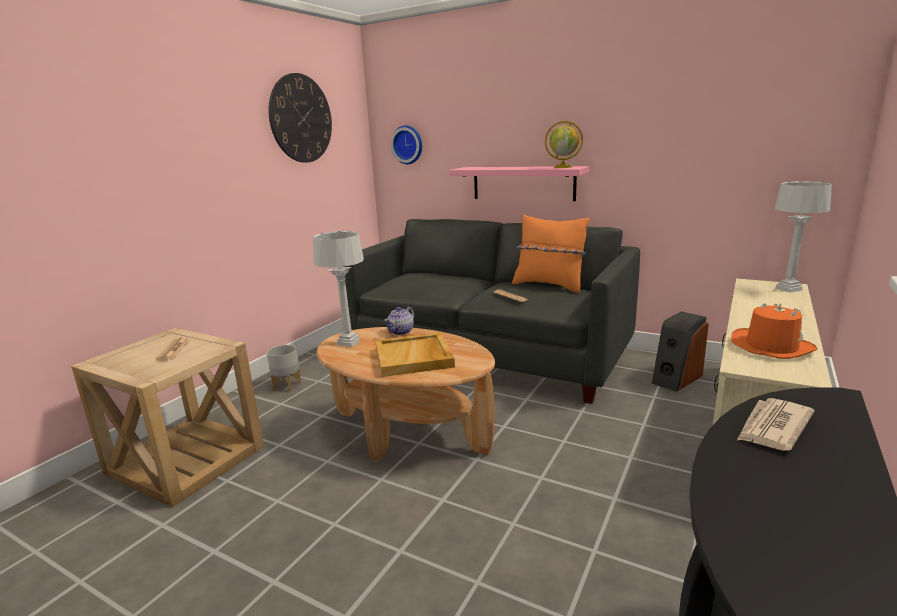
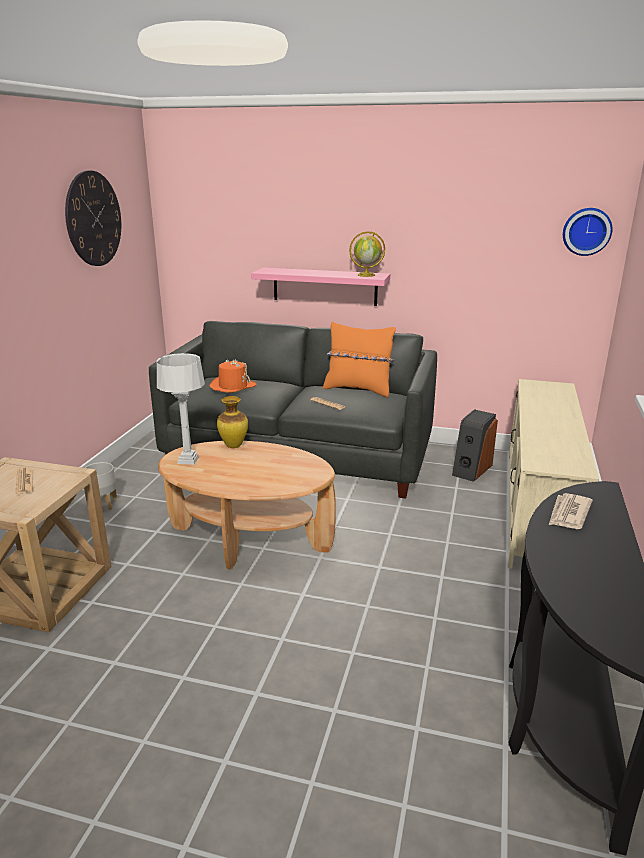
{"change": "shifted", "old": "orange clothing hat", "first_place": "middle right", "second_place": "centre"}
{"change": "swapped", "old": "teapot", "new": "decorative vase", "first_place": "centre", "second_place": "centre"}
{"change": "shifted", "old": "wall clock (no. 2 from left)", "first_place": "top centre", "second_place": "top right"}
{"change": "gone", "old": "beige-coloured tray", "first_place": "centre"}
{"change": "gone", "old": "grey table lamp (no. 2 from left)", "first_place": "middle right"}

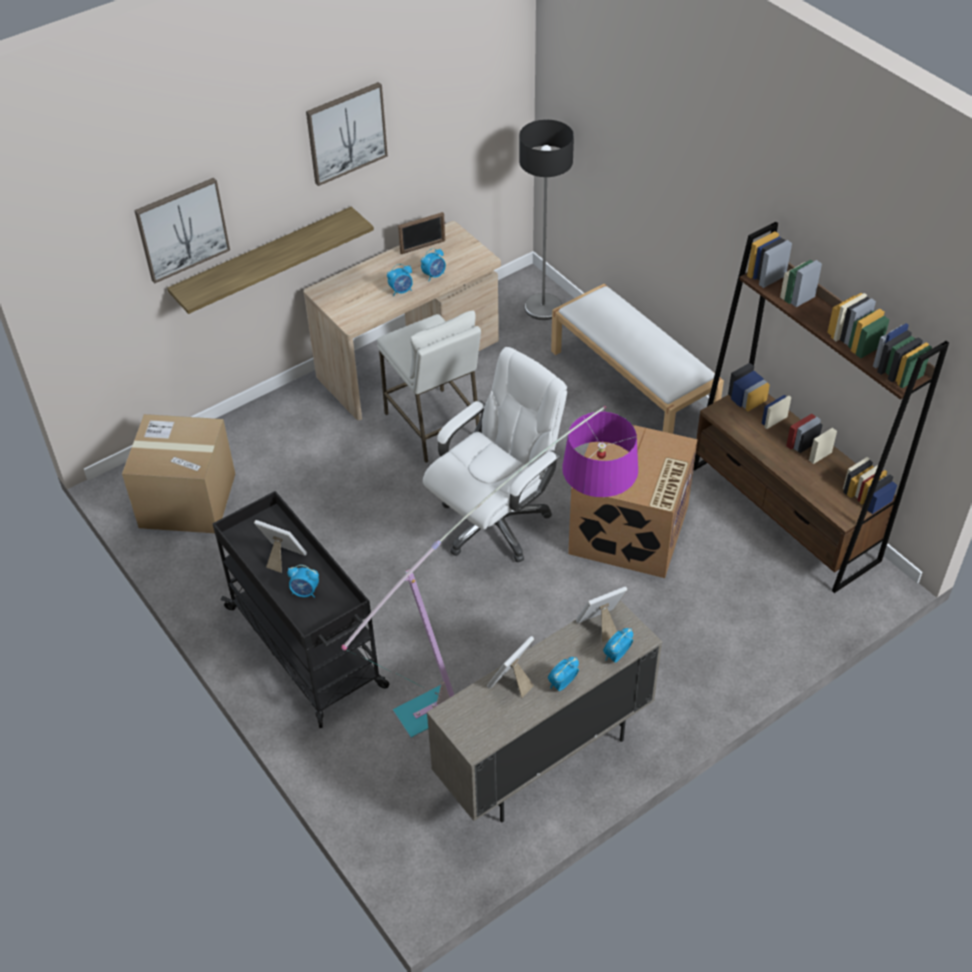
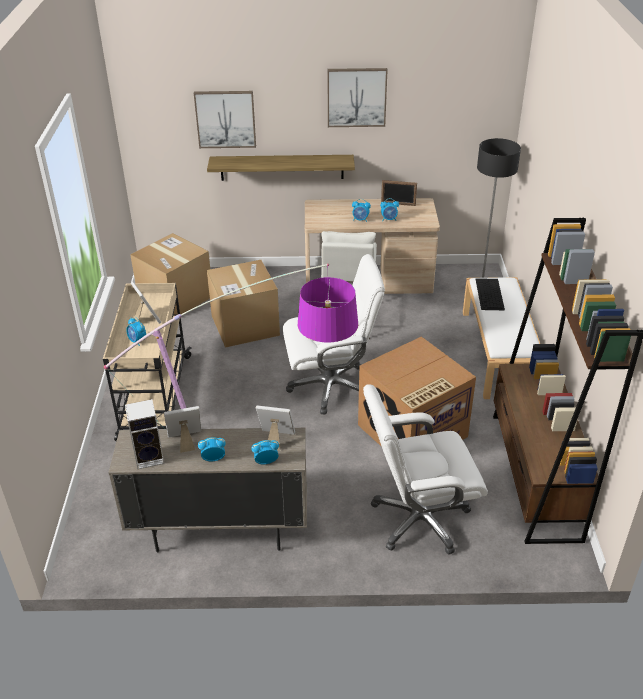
{"change": "repainted", "old": "black wheeled cart", "new": "beige-coloured wheeled cart", "first_place": "middle left", "second_place": "middle left"}
{"change": "new", "new": "speaker", "second_place": "middle left"}
{"change": "new", "new": "packing box (no. 2 from left)", "second_place": "centre"}
{"change": "new", "new": "white desk chair (no. 2 from left)", "second_place": "bottom centre"}
{"change": "new", "new": "keyboard", "second_place": "middle right"}

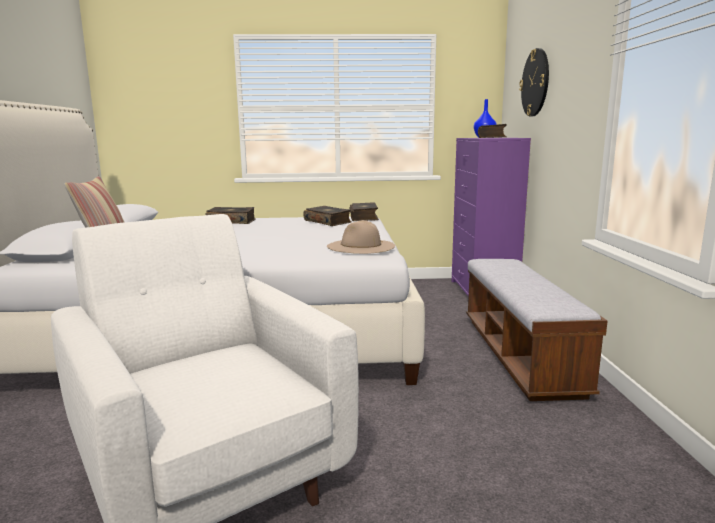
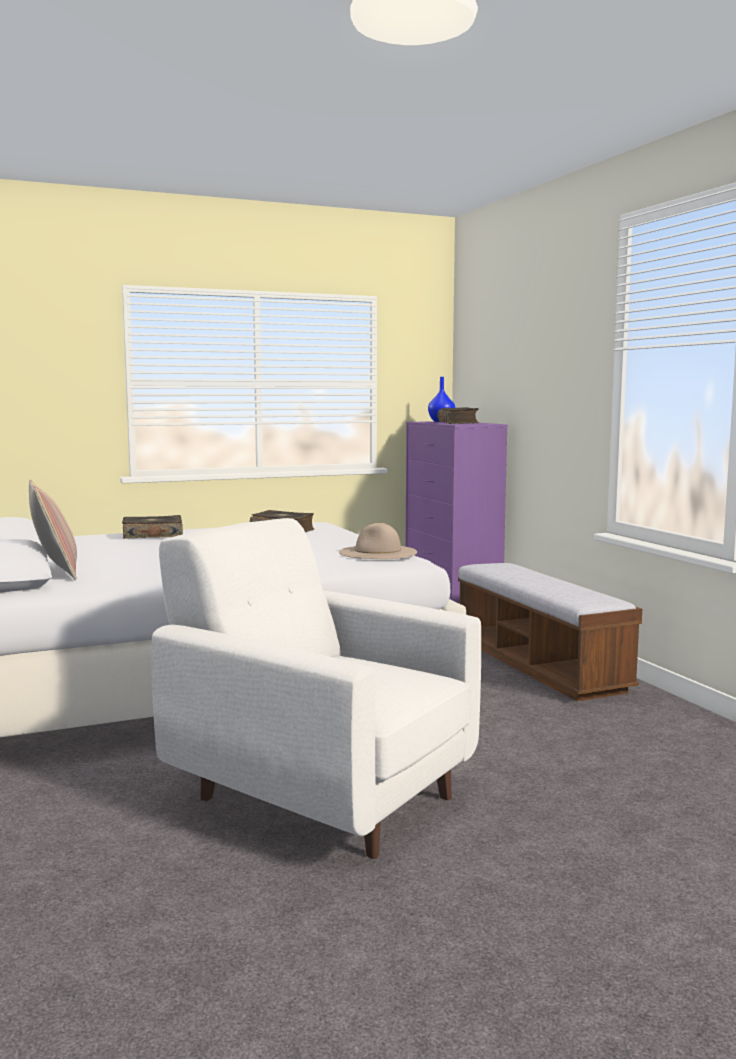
{"change": "gone", "old": "book (no. 3 from left)", "first_place": "centre"}
{"change": "gone", "old": "wall clock", "first_place": "top right"}

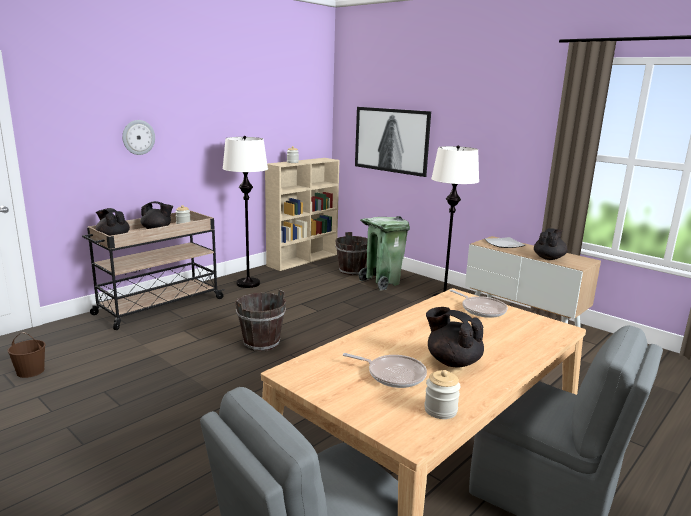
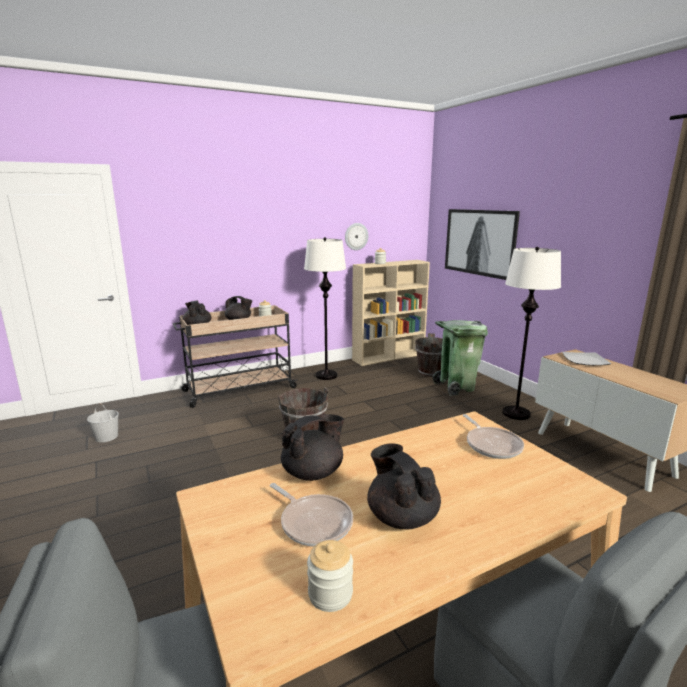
{"change": "repainted", "old": "brown pail (no. 1 from left)", "new": "white pail", "first_place": "bottom left", "second_place": "middle left"}
{"change": "shifted", "old": "black teapot (no. 4 from left in the first image)", "new": "black teapot (no. 3 from left)", "first_place": "middle right", "second_place": "centre"}
{"change": "shifted", "old": "wall clock", "first_place": "top left", "second_place": "centre"}

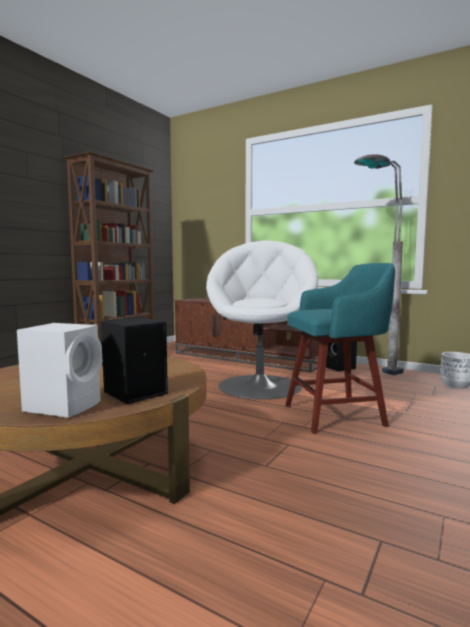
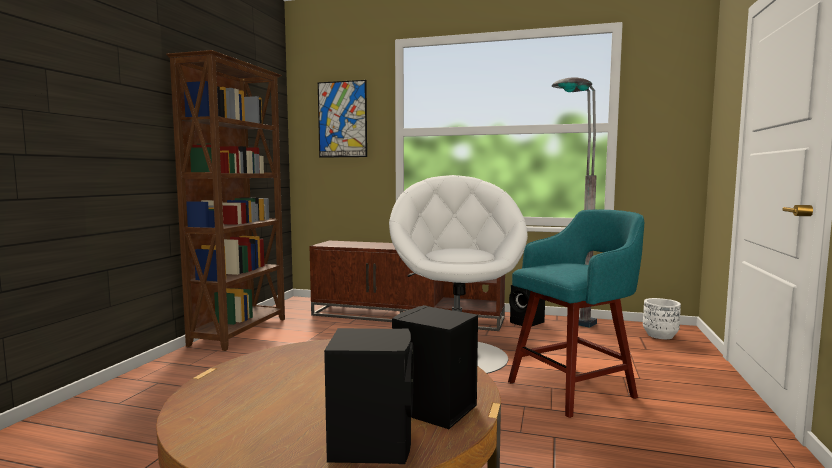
{"change": "new", "new": "wall picture", "second_place": "top centre"}
{"change": "repainted", "old": "white speaker", "new": "black speaker (no. 1 from left)", "first_place": "middle left", "second_place": "bottom centre"}

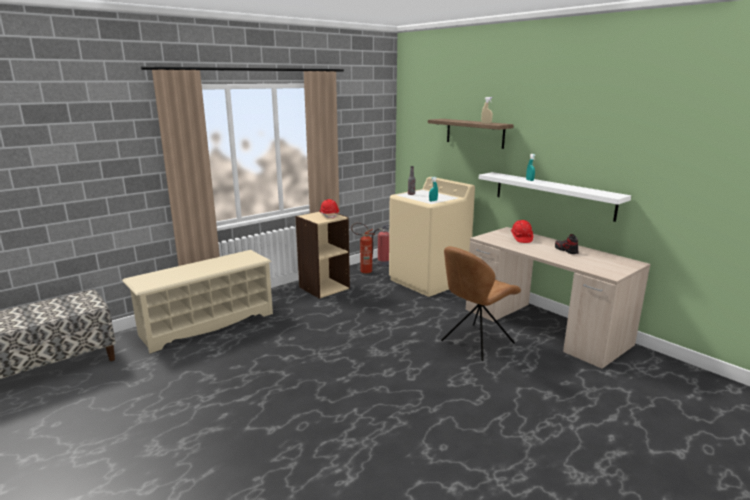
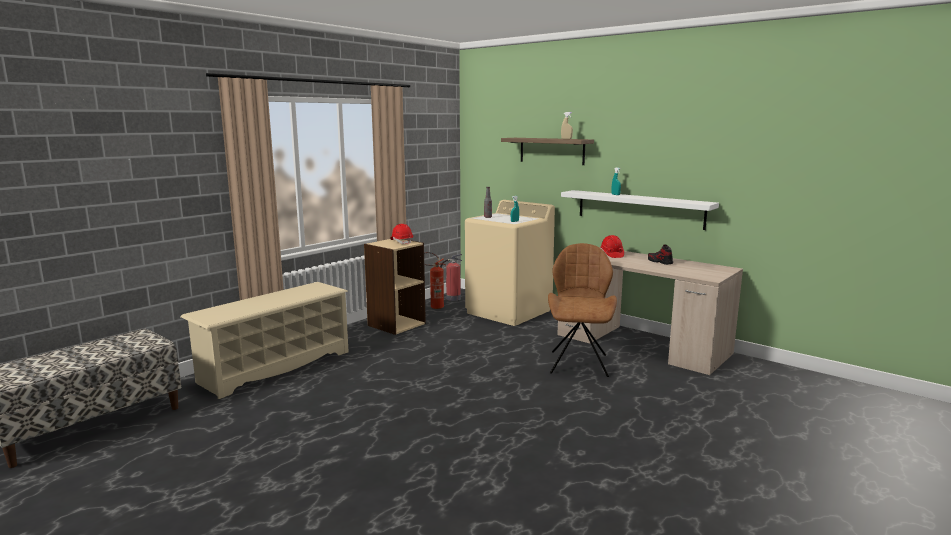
{"change": "rotated", "old": "brown chair", "first_place": "centre", "second_place": "centre", "degrees": 150}

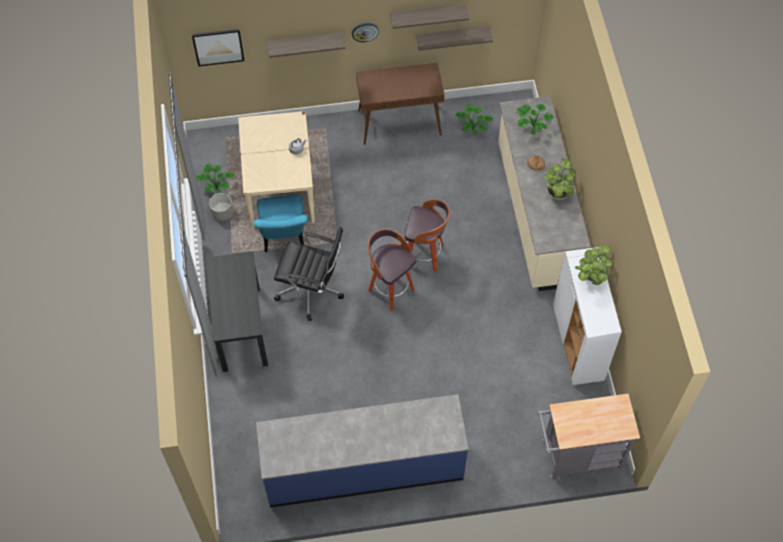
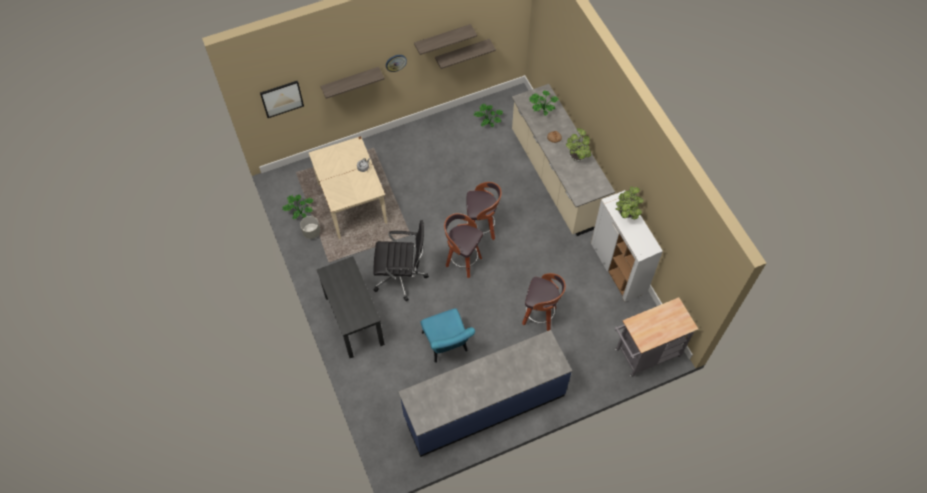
{"change": "shifted", "old": "turquoise-coloured chair", "first_place": "centre", "second_place": "bottom centre"}
{"change": "new", "new": "stool (no. 3 from left)", "second_place": "centre"}
{"change": "gone", "old": "brown narrow table", "first_place": "top centre"}

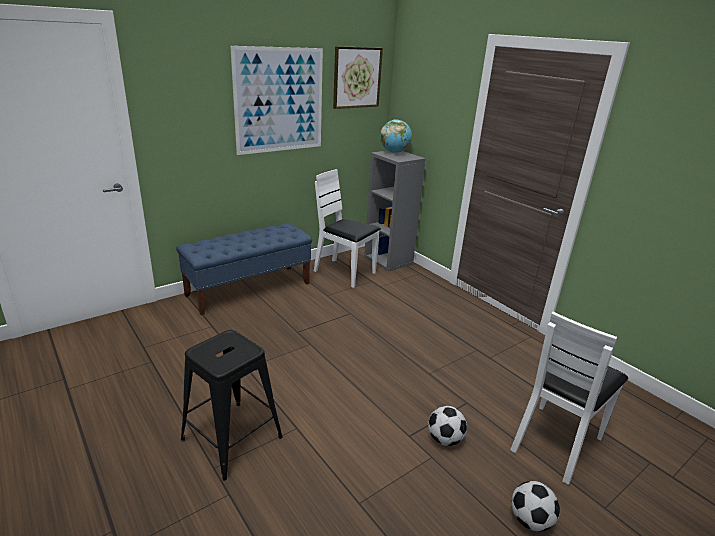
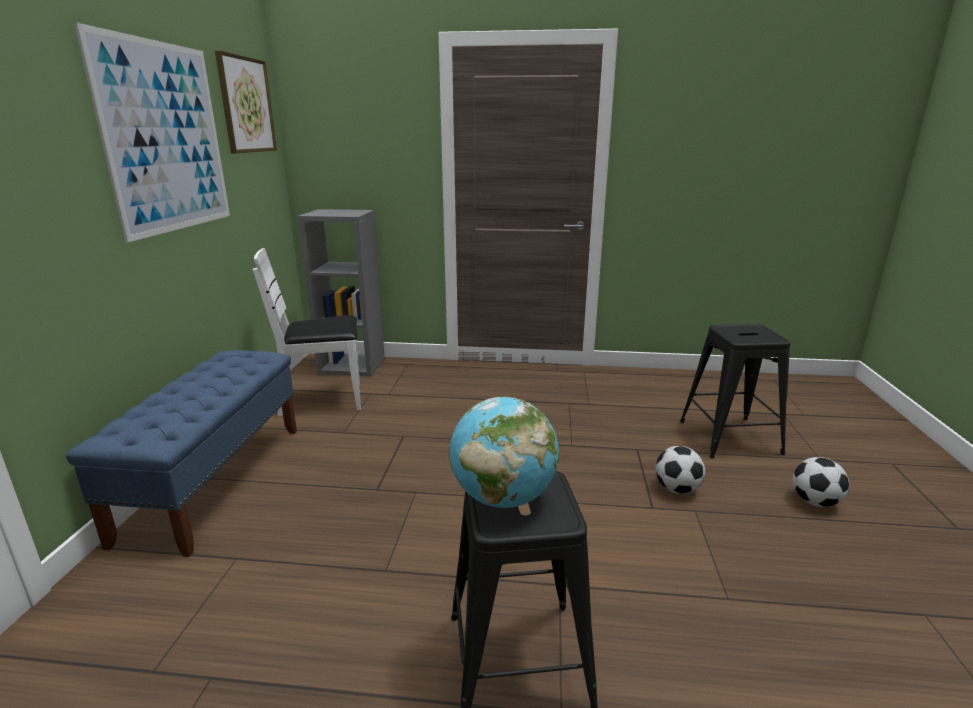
{"change": "shifted", "old": "globe", "first_place": "top centre", "second_place": "centre"}
{"change": "swapped", "old": "white chair (no. 2 from left)", "new": "black stool (no. 2 from left)", "first_place": "bottom right", "second_place": "middle right"}

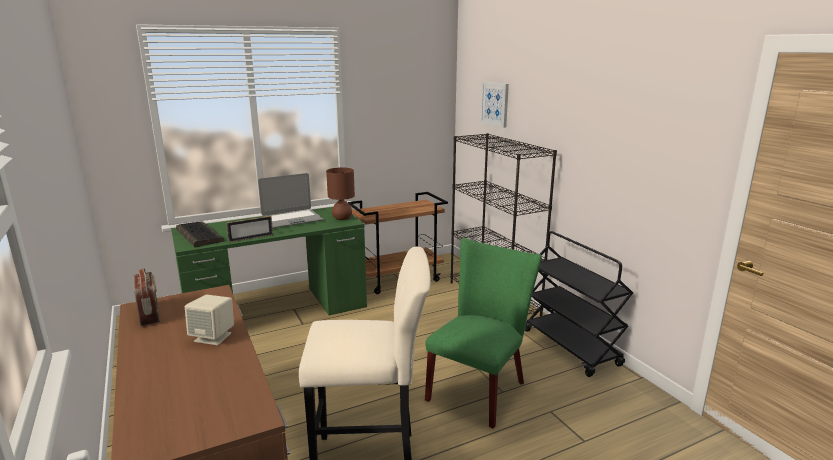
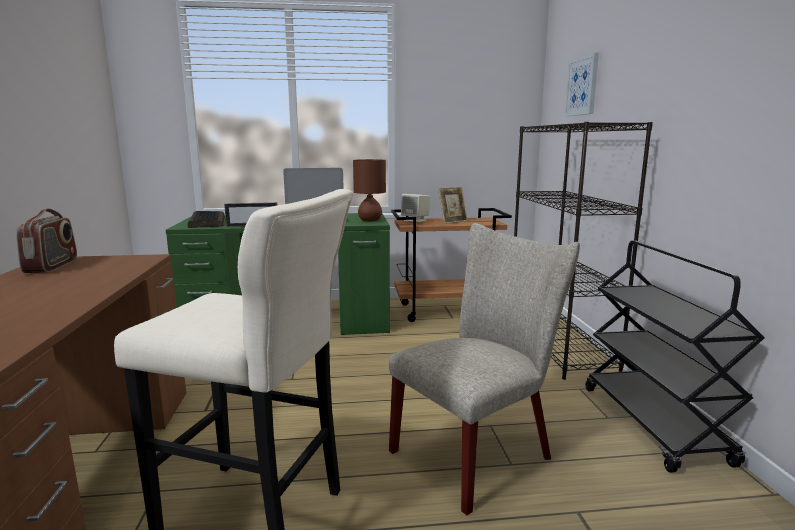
{"change": "repainted", "old": "green chair", "new": "beige-coloured chair", "first_place": "bottom centre", "second_place": "bottom centre"}
{"change": "shifted", "old": "beige-coloured speaker", "first_place": "bottom left", "second_place": "centre"}
{"change": "new", "new": "picture frame (no. 2 from left)", "second_place": "centre"}

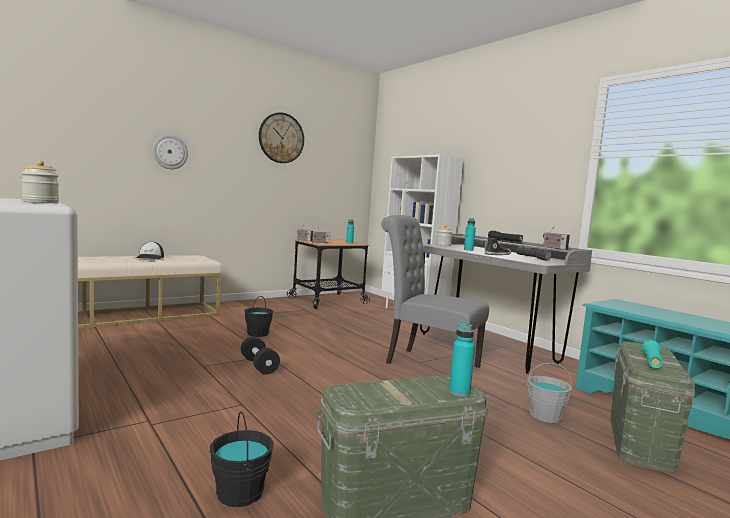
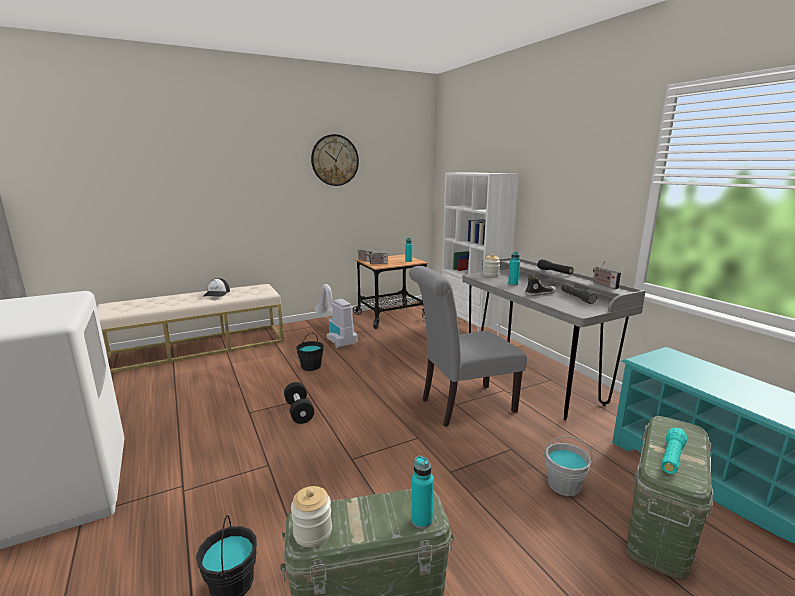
{"change": "shifted", "old": "jar (no. 1 from left)", "first_place": "middle left", "second_place": "bottom centre"}
{"change": "new", "new": "vacuum", "second_place": "centre"}
{"change": "rotated", "old": "grey chair", "first_place": "centre", "second_place": "centre", "degrees": -60}
{"change": "gone", "old": "wall clock (no. 1 from left)", "first_place": "top left"}

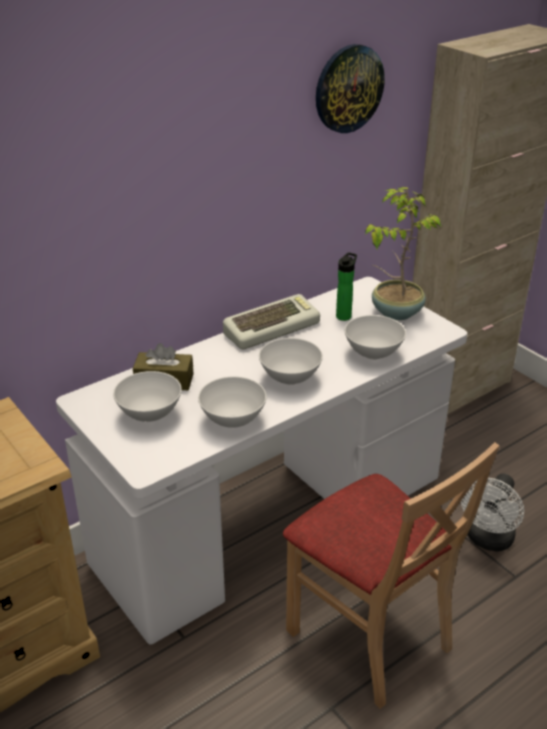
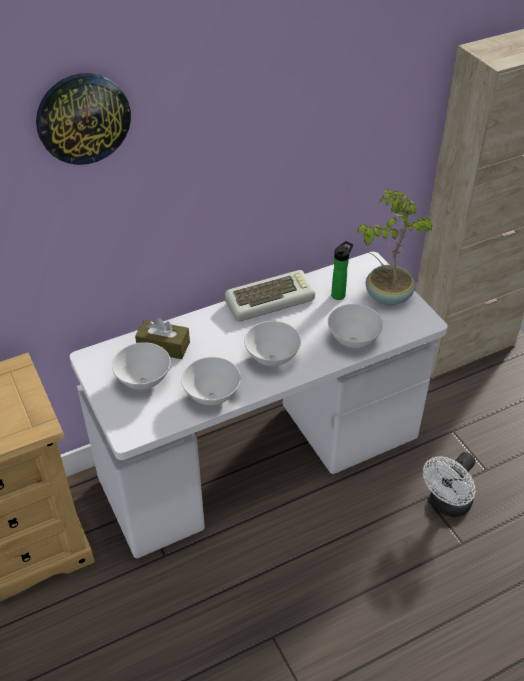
{"change": "shifted", "old": "wall clock", "first_place": "top centre", "second_place": "top left"}
{"change": "gone", "old": "beige-coloured chair", "first_place": "bottom right"}

